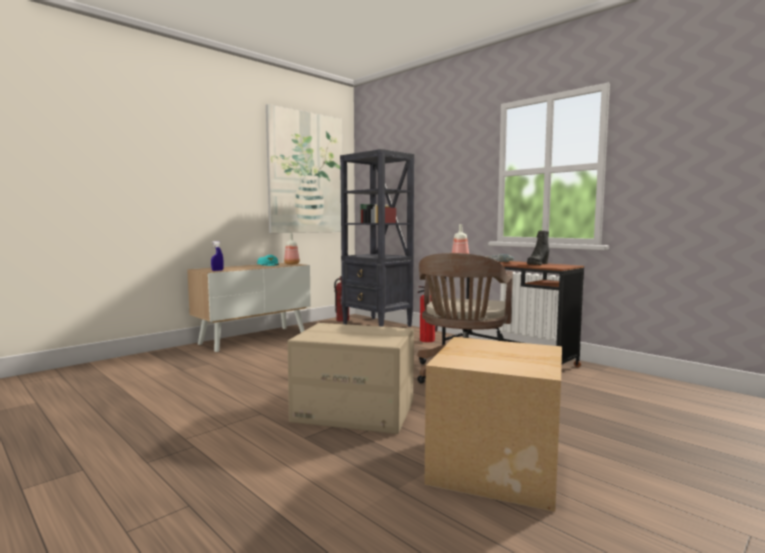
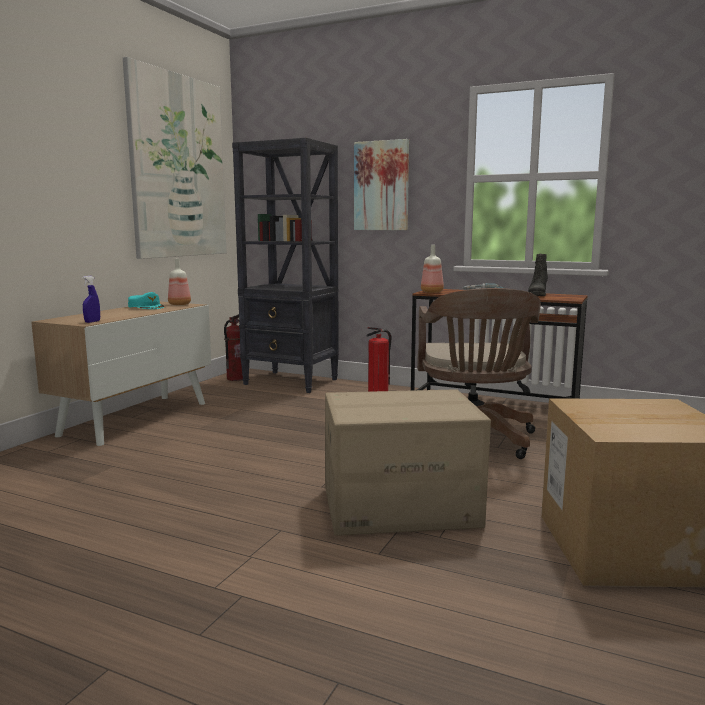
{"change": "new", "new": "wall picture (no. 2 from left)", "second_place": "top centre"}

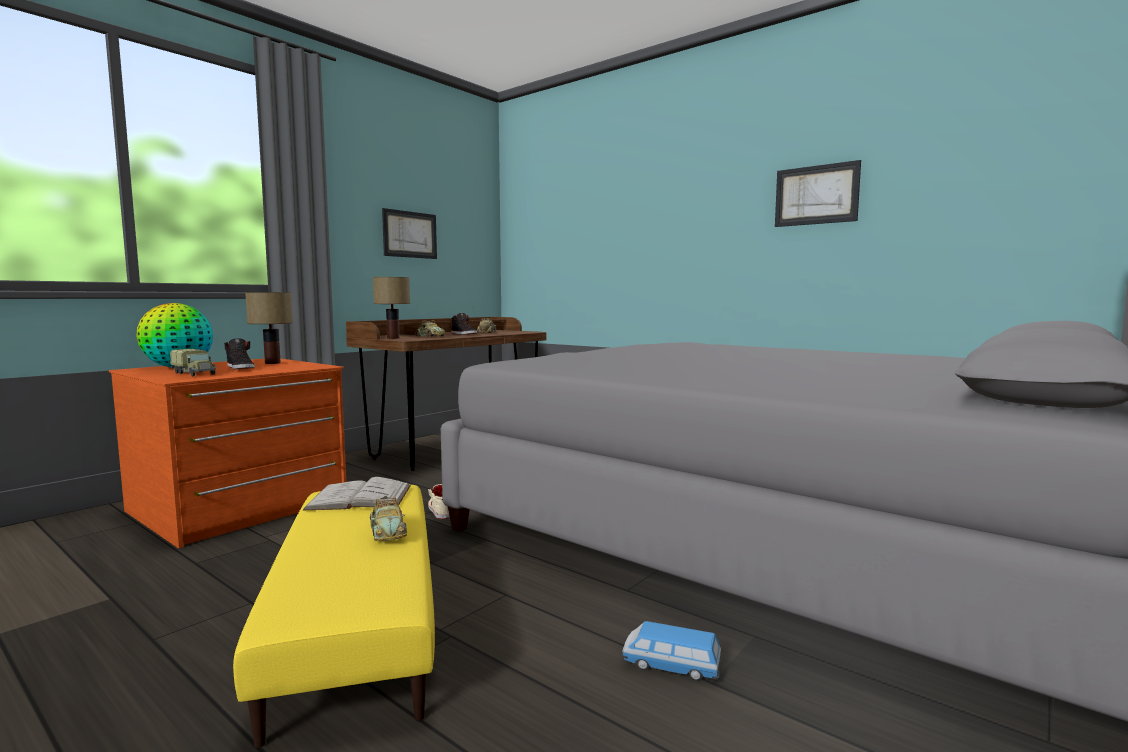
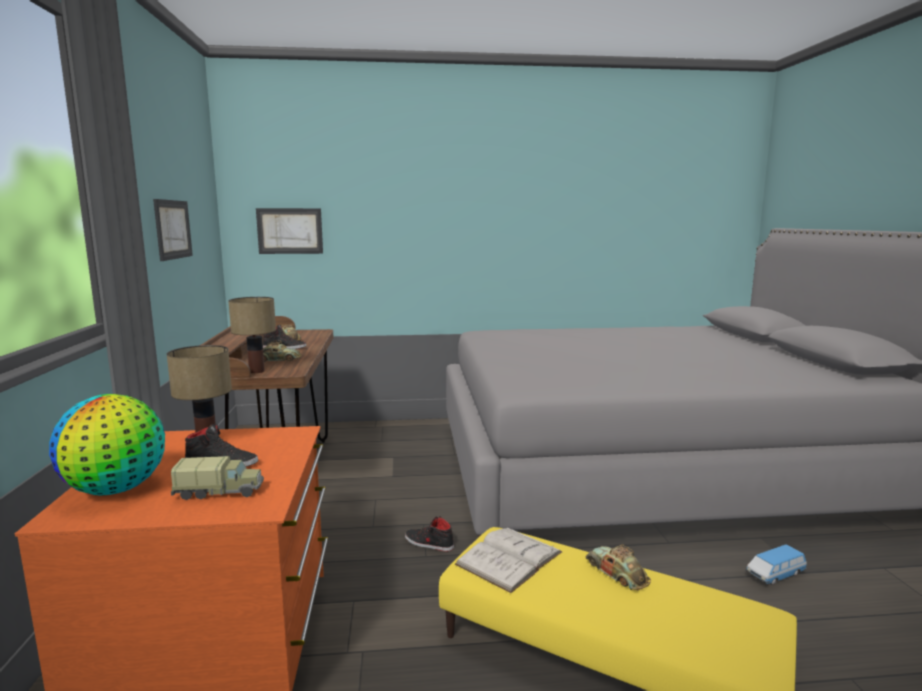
{"change": "shifted", "old": "wall picture (no. 2 from left)", "first_place": "top right", "second_place": "middle left"}
{"change": "repainted", "old": "beige-coloured item of footwear", "new": "black item of footwear (no. 3 from left)", "first_place": "centre", "second_place": "bottom centre"}
{"change": "rotated", "old": "model car (no. 1 from left in the first image)", "first_place": "bottom centre", "second_place": "bottom right", "degrees": -150}

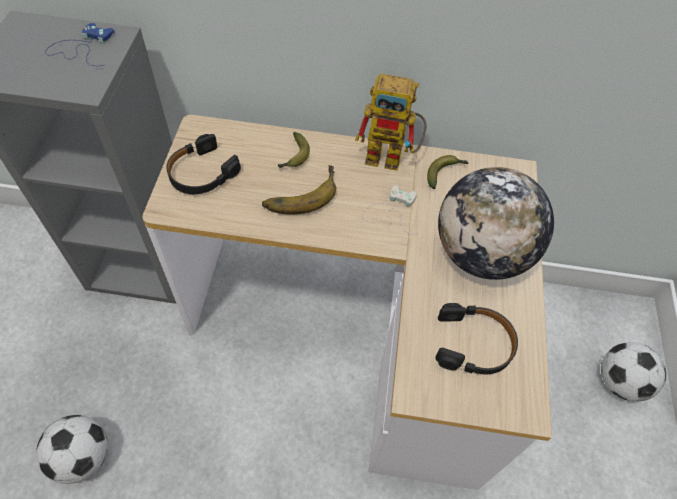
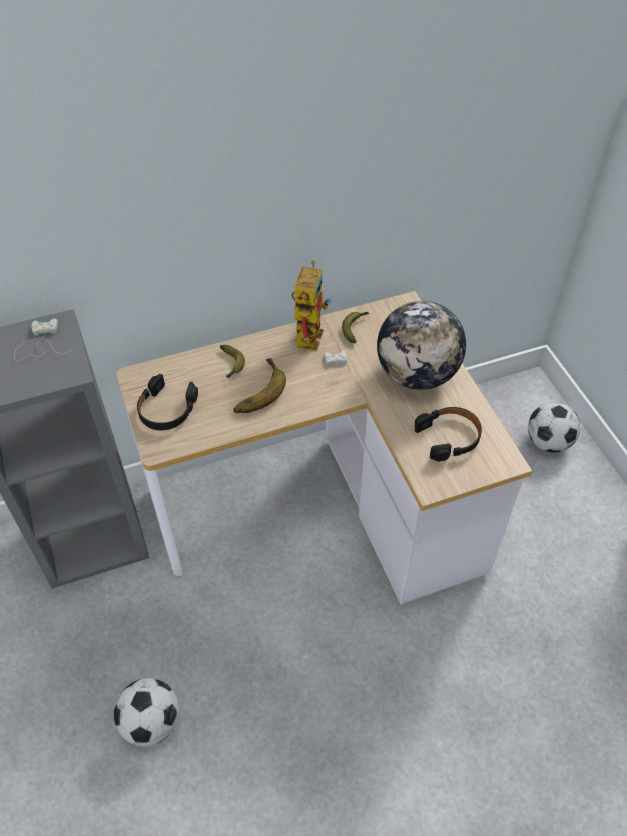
{"change": "repainted", "old": "blue-coloured game controller", "new": "white game controller (no. 1 from left)", "first_place": "top left", "second_place": "middle left"}
{"change": "rotated", "old": "model robot", "first_place": "top centre", "second_place": "centre", "degrees": -60}

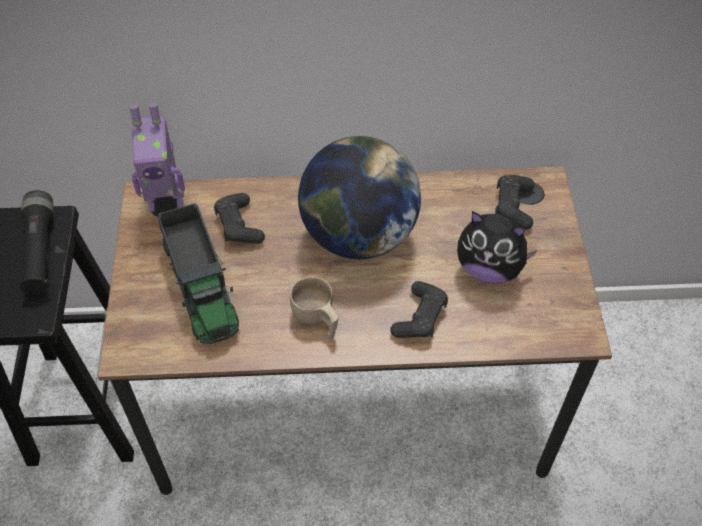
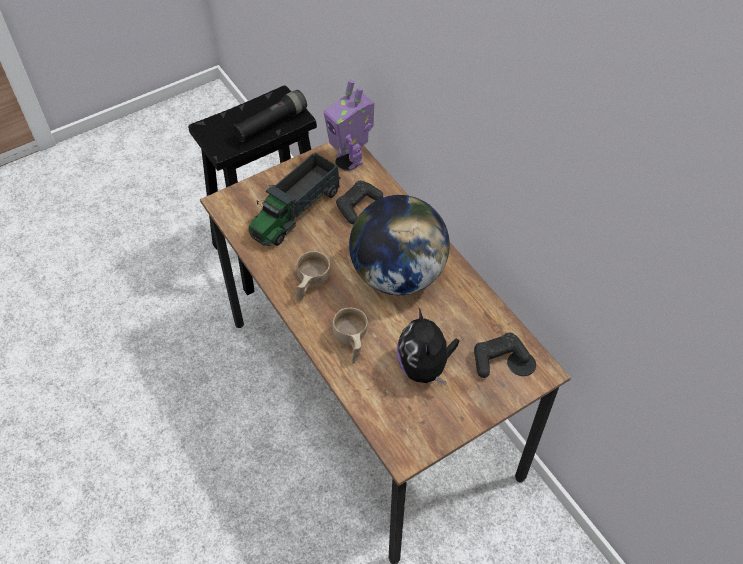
{"change": "swapped", "old": "black game controller (no. 2 from left)", "new": "beige-coloured cup (no. 2 from left)", "first_place": "centre", "second_place": "centre"}

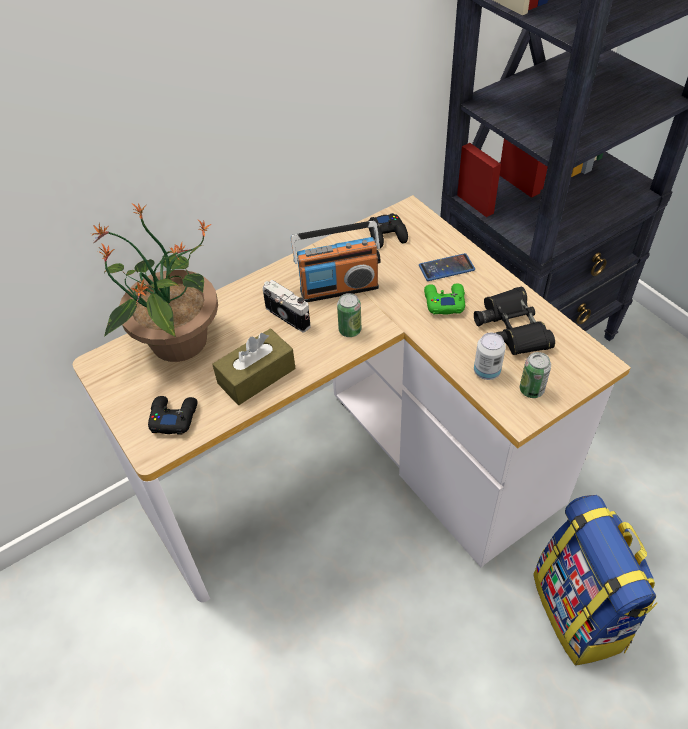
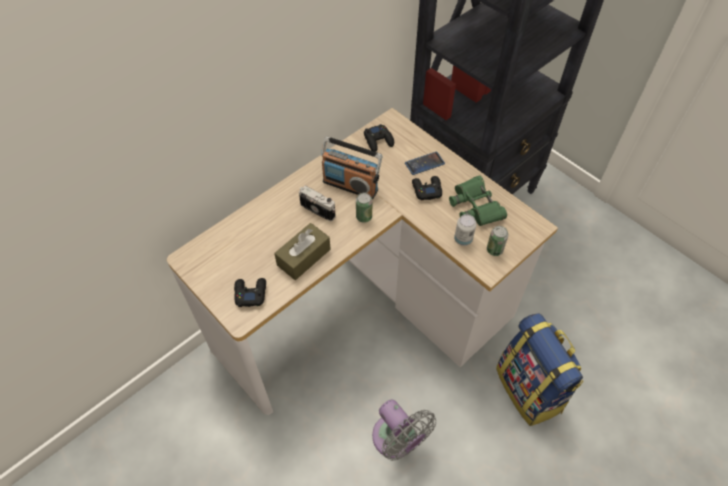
{"change": "rotated", "old": "radio", "first_place": "centre", "second_place": "centre", "degrees": 45}
{"change": "new", "new": "grey electric fan", "second_place": "bottom centre"}
{"change": "repainted", "old": "green game controller", "new": "black game controller (no. 3 from left)", "first_place": "centre", "second_place": "centre"}
{"change": "repainted", "old": "black binoculars", "new": "green binoculars", "first_place": "middle right", "second_place": "centre"}
{"change": "gone", "old": "plant in a pot", "first_place": "middle left"}

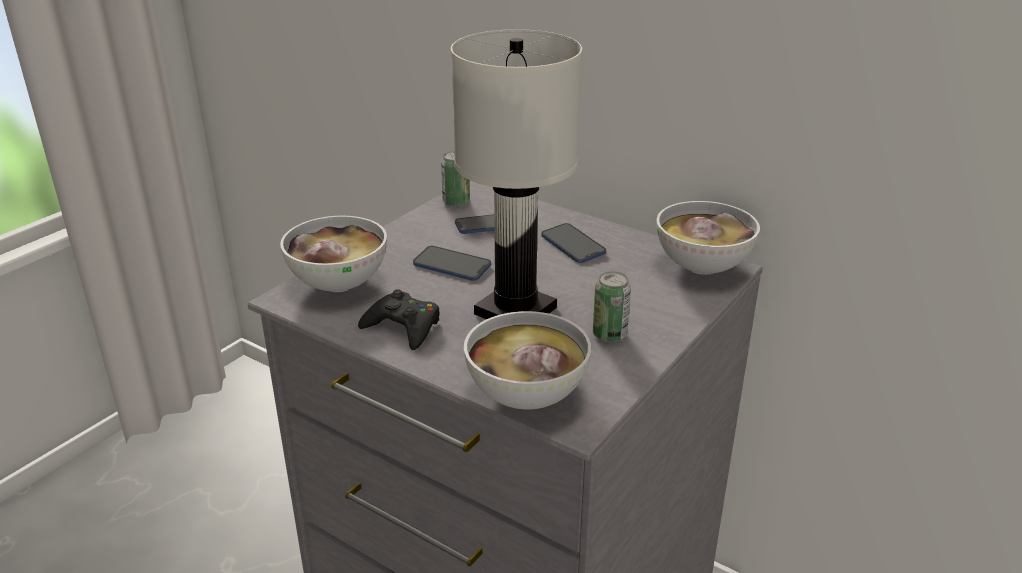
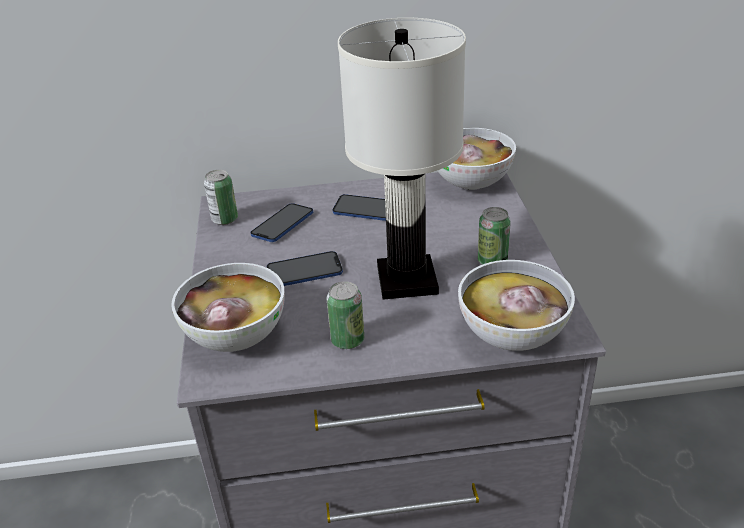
{"change": "swapped", "old": "black game controller", "new": "metal can (no. 2 from left)", "first_place": "centre", "second_place": "centre"}

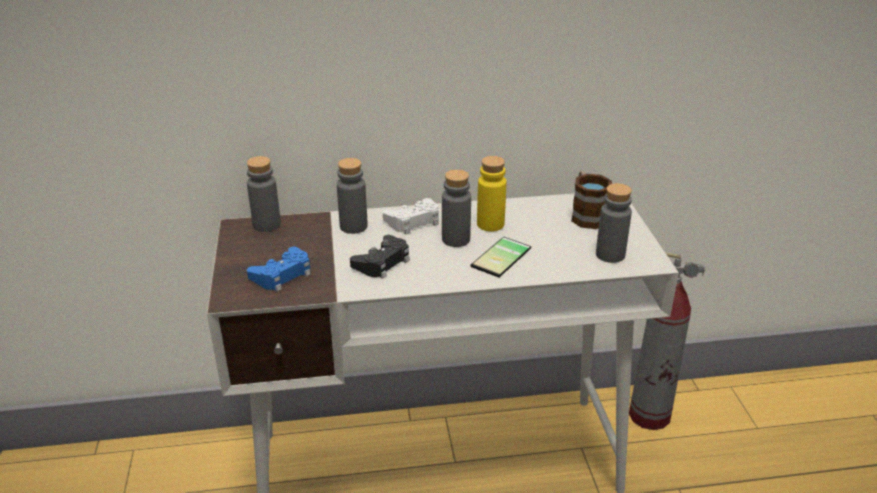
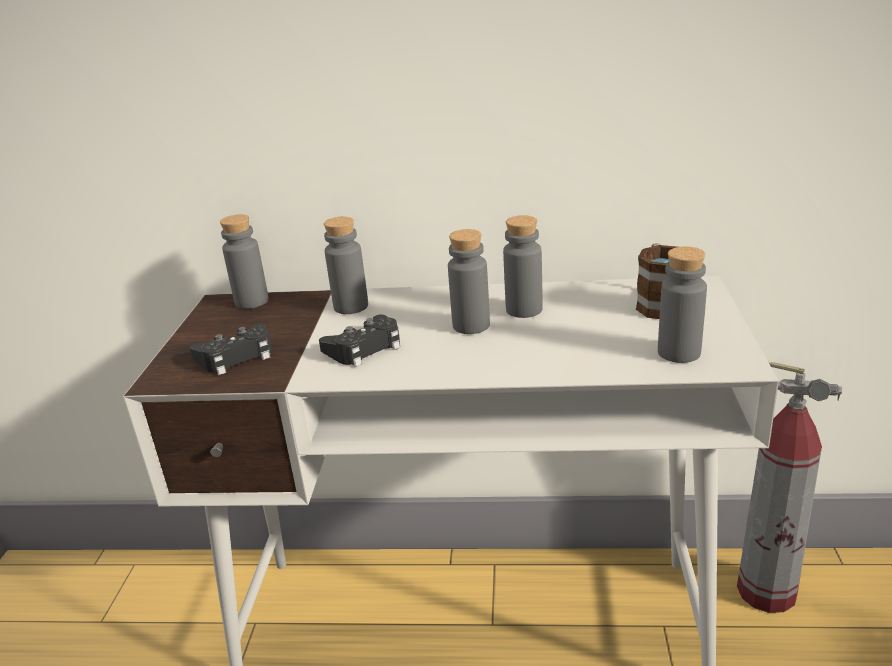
{"change": "repainted", "old": "blue-coloured game controller", "new": "black game controller (no. 1 from left)", "first_place": "middle left", "second_place": "middle left"}
{"change": "repainted", "old": "yellow-coloured beverage bottle", "new": "grey beverage bottle (no. 4 from left)", "first_place": "centre", "second_place": "centre"}
{"change": "gone", "old": "white game controller", "first_place": "centre"}
{"change": "gone", "old": "telephone", "first_place": "centre"}

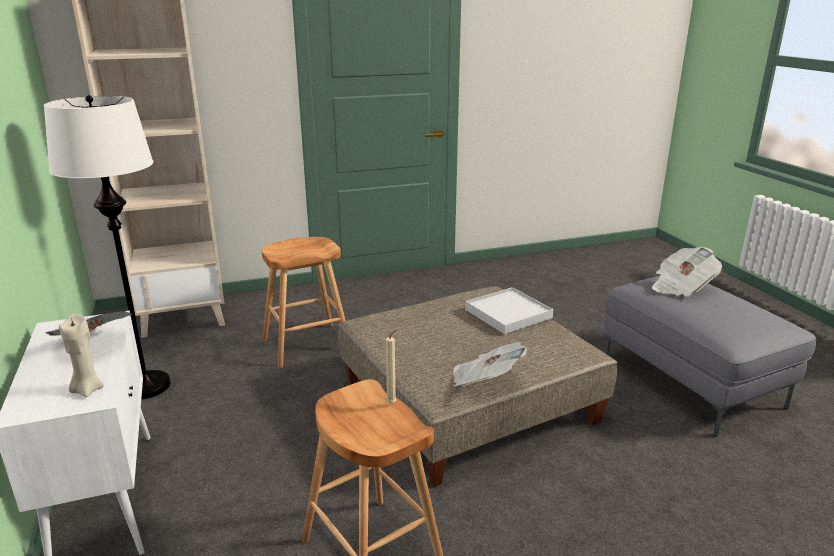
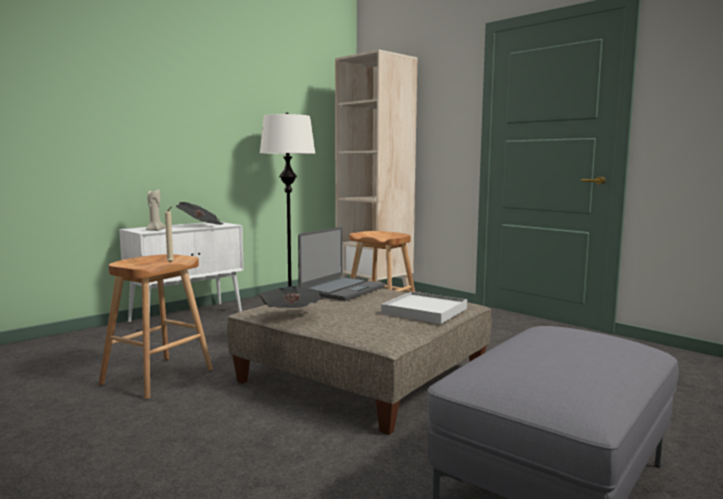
{"change": "new", "new": "laptop", "second_place": "centre"}
{"change": "gone", "old": "printed paper (no. 3 from left)", "first_place": "middle right"}

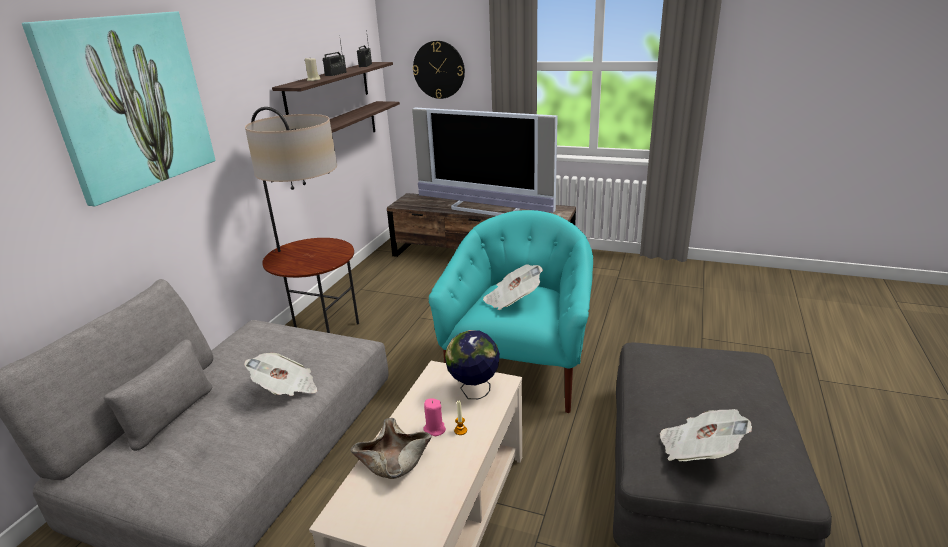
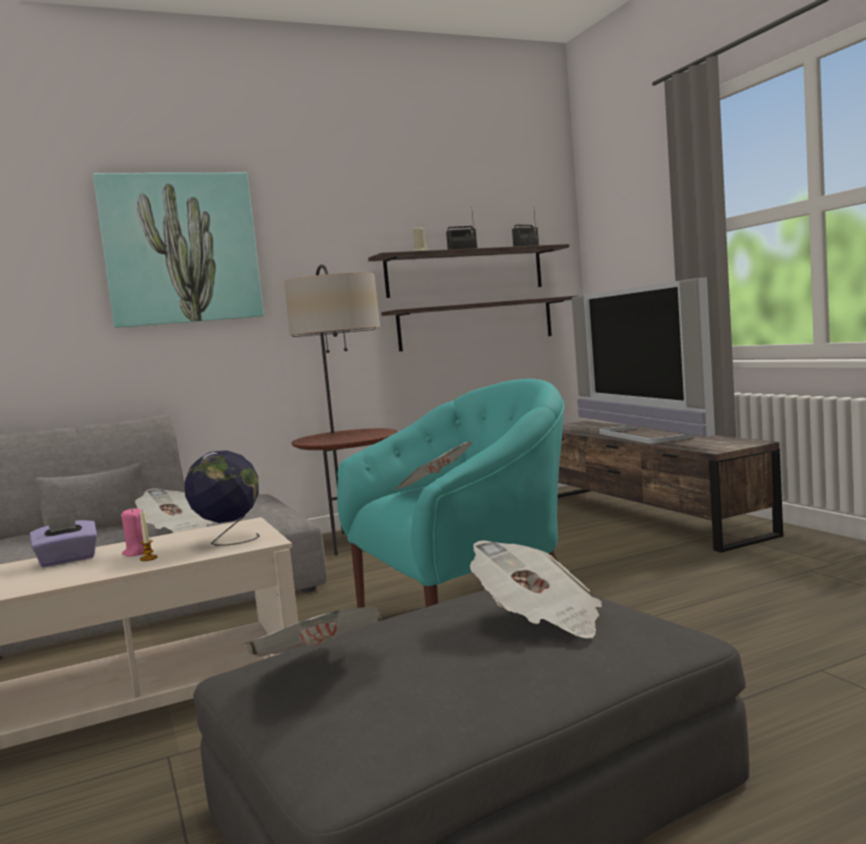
{"change": "swapped", "old": "beige-coloured serving bowl", "new": "purple-coloured tissue holder", "first_place": "bottom centre", "second_place": "middle left"}
{"change": "new", "new": "printed paper (no. 4 from left)", "second_place": "bottom centre"}
{"change": "gone", "old": "wall clock", "first_place": "top centre"}

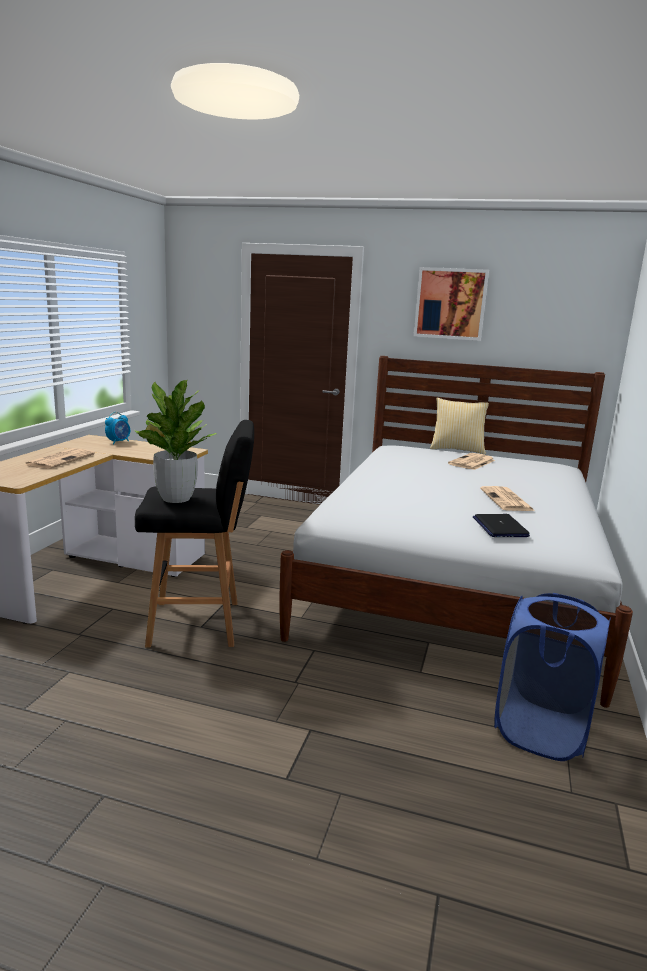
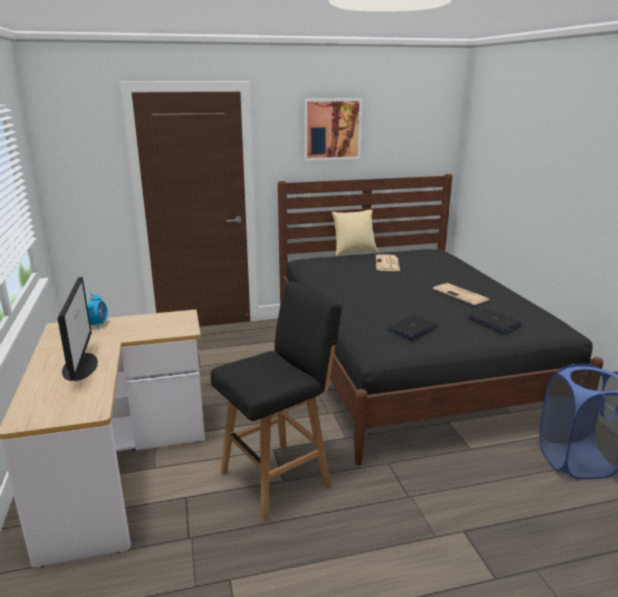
{"change": "swapped", "old": "printed paper (no. 1 from left)", "new": "computer display", "first_place": "middle left", "second_place": "middle left"}
{"change": "repainted", "old": "white bed", "new": "black bed", "first_place": "middle right", "second_place": "middle right"}
{"change": "new", "new": "laptop (no. 1 from left)", "second_place": "middle right"}
{"change": "gone", "old": "plant in a pot", "first_place": "middle left"}

